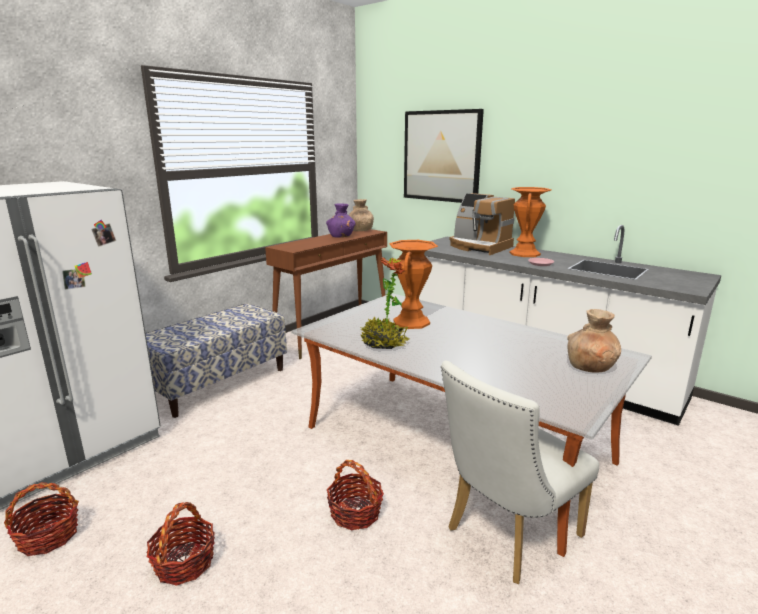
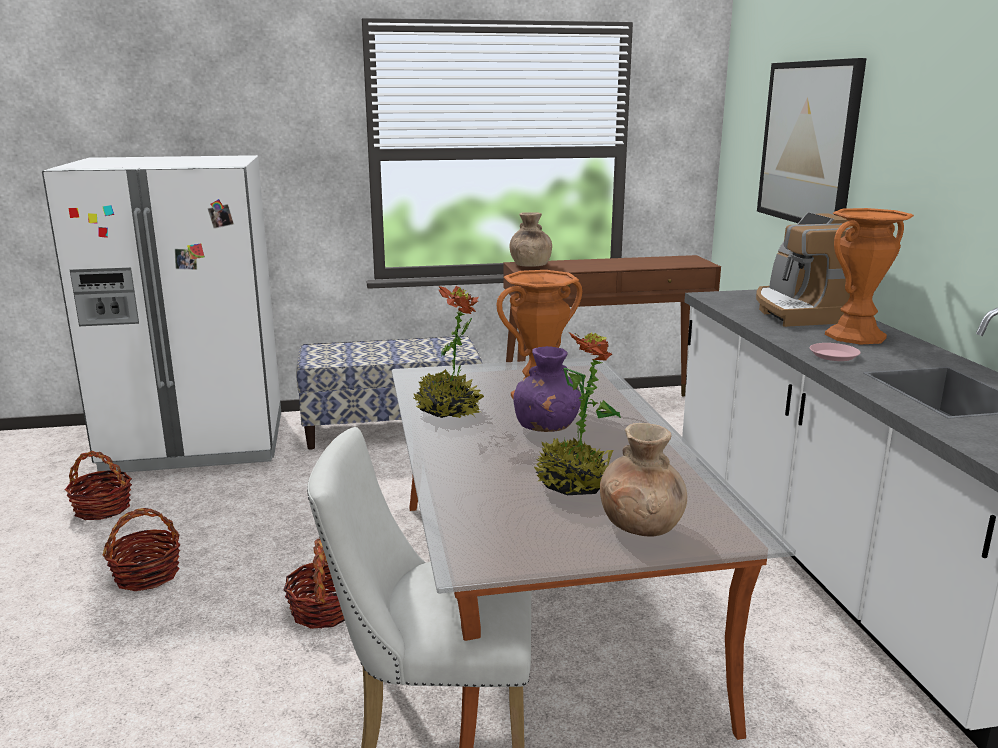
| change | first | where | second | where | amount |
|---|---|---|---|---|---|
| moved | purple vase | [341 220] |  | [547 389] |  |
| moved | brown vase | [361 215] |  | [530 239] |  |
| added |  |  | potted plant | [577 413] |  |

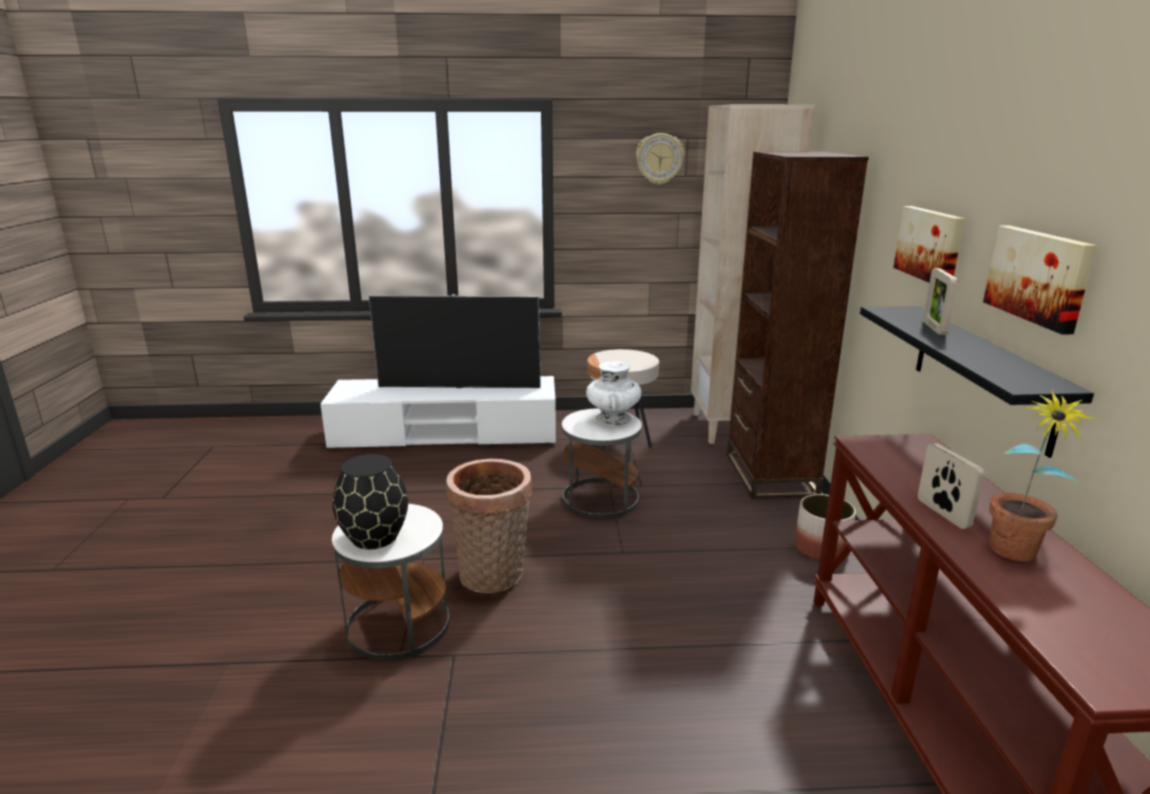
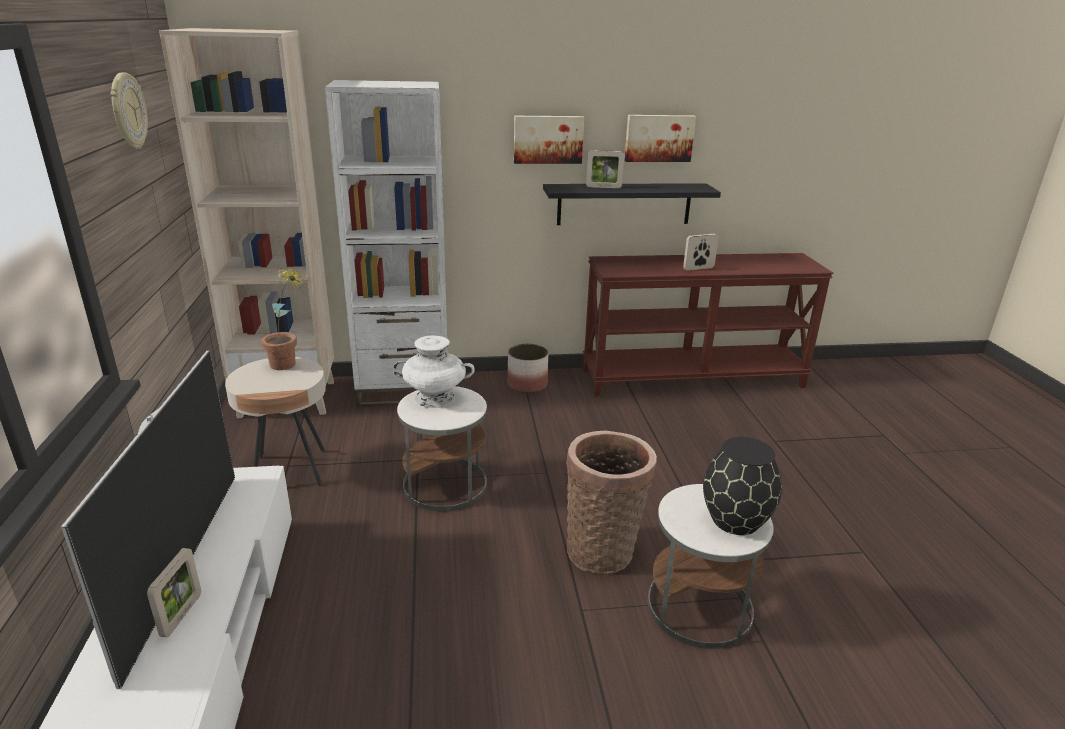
| change | first | where | second | where | amount |
|---|---|---|---|---|---|
| recoloured | brown bookcase | [798 325] | white bookcase | [386 243] |  |
| moved | potted plant | [1042 475] |  | [284 318] |  |
| added |  |  | picture frame | [174 592] |  |

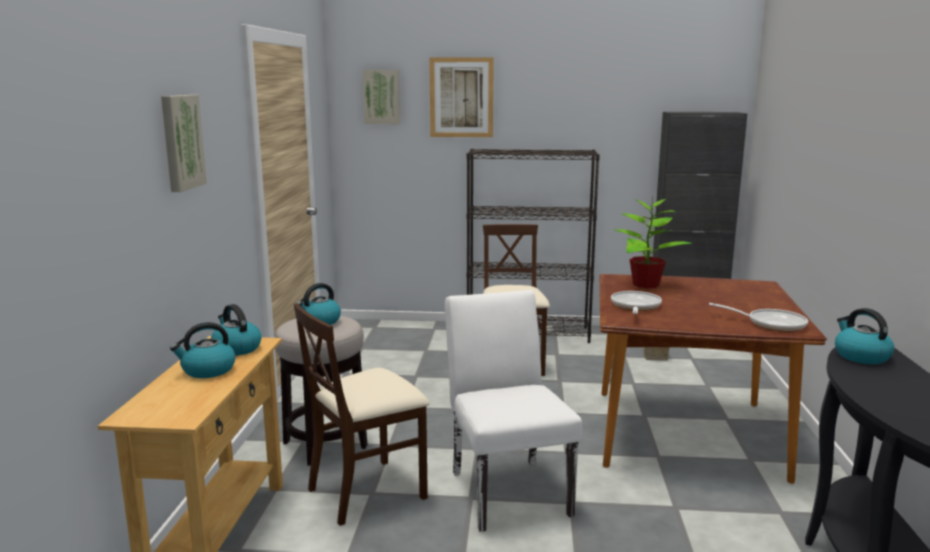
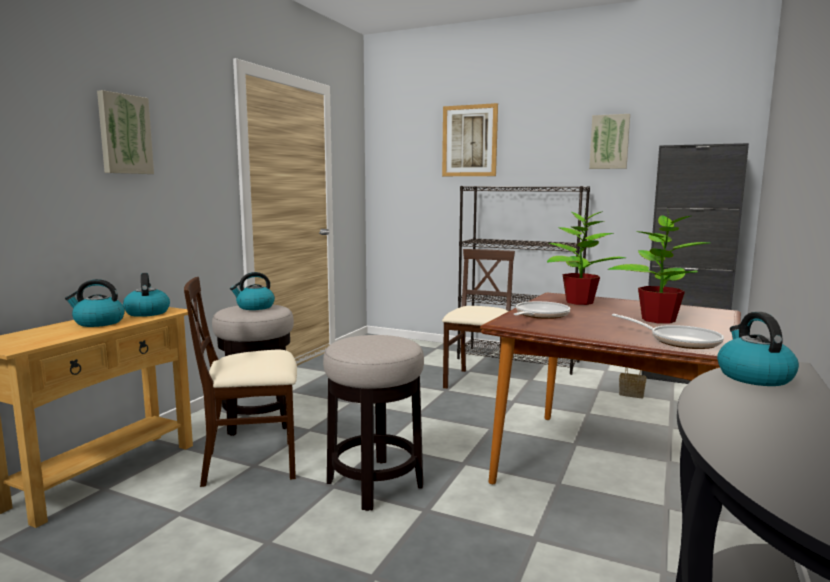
| change | first | where | second | where | amount |
|---|---|---|---|---|---|
| moved | picture | [381 97] |  | [609 141] |  |
| replaced | white chair | [513 411] | stool | [373 423] |  |
| added |  |  | potted plant | [658 266] |  |

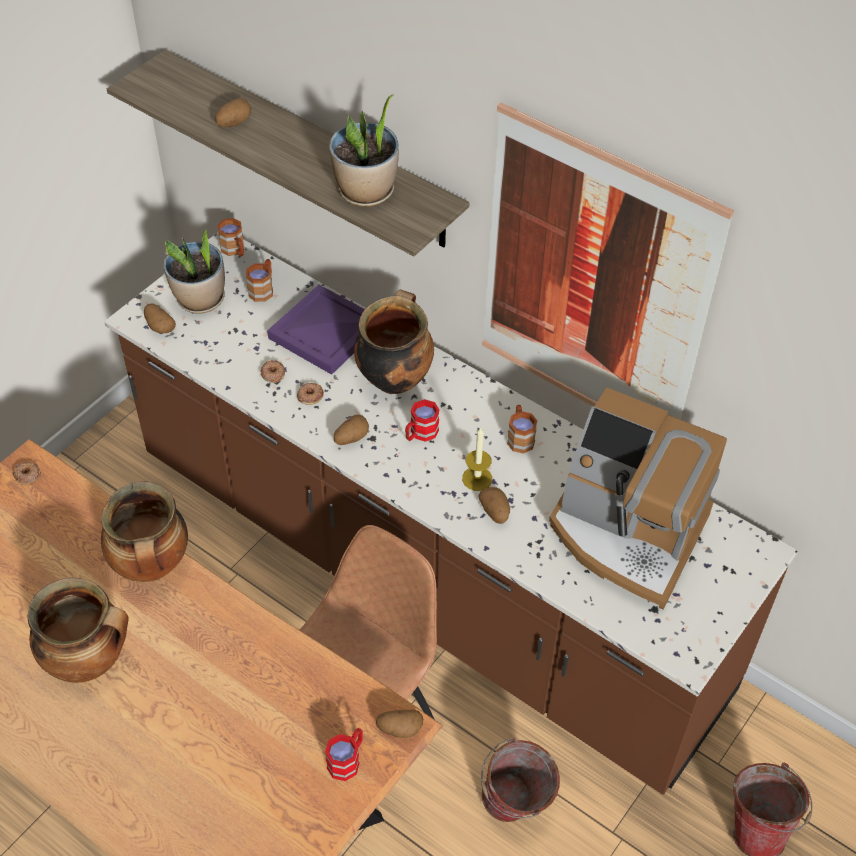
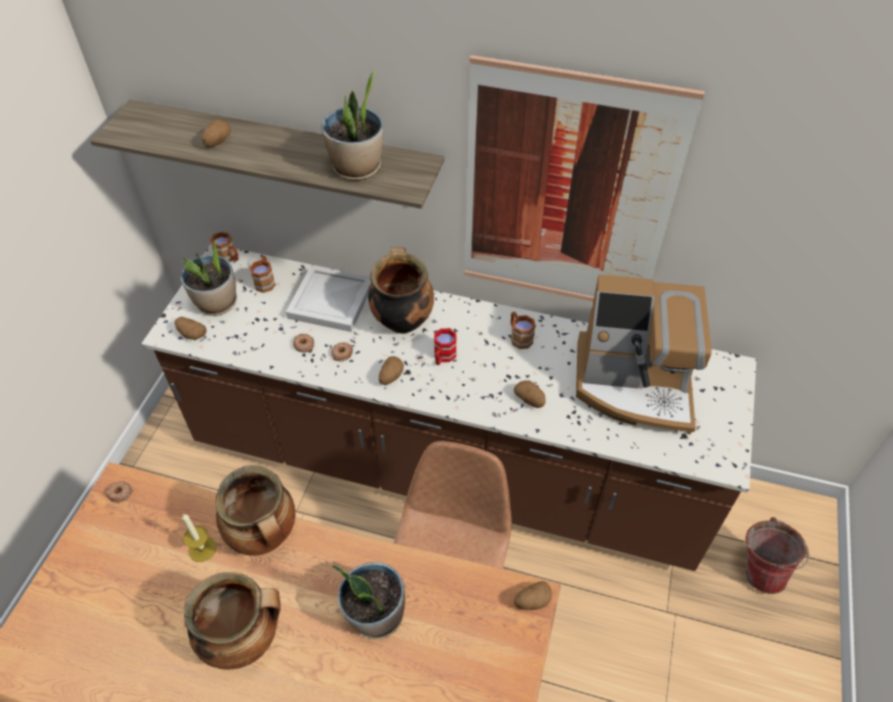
| change | first | where | second | where | amount |
|---|---|---|---|---|---|
| recoloured | purple tray | [316 330] | white tray | [328 298] |  |
| removed | red mug | [344 754] |  |  |  |
| moved | candle | [477 459] |  | [199 537] |  |
| removed | bucket | [520 780] |  |  |  |
| added |  |  | potted plant | [368 600] |  |

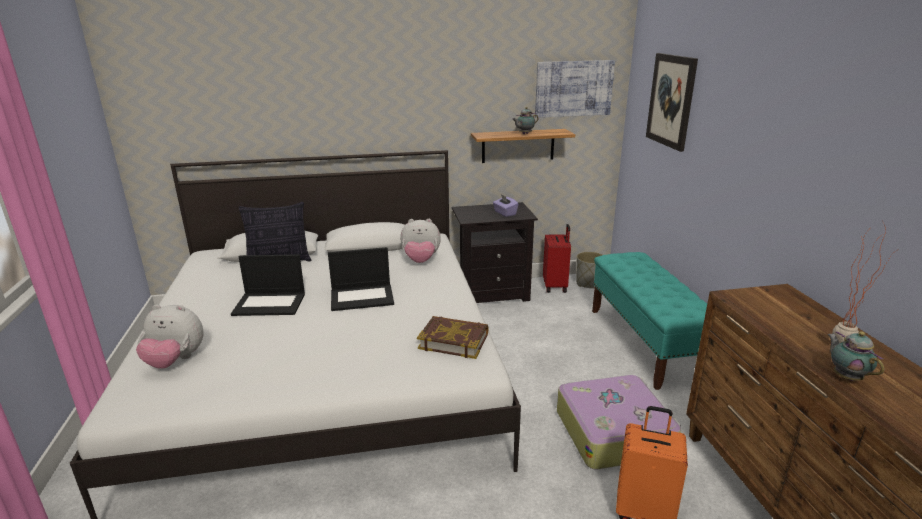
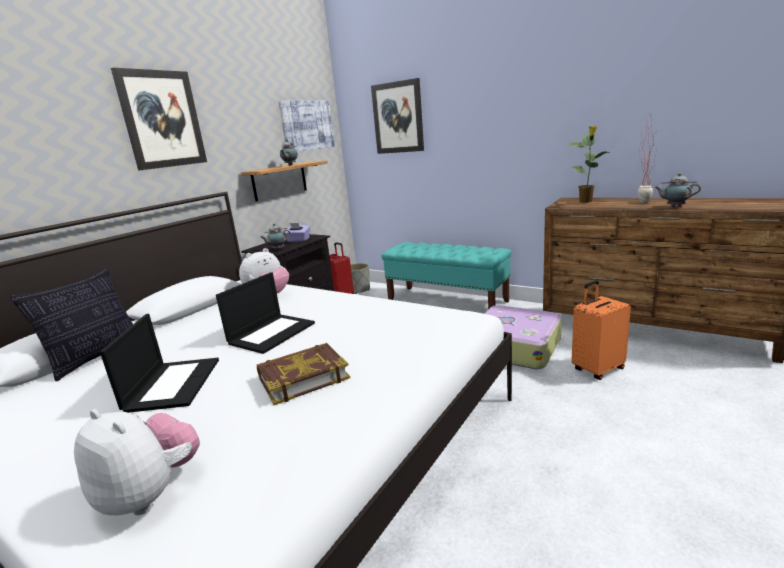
| change | first | where | second | where | amount |
|---|---|---|---|---|---|
| turned | plush toy | [170 337] |  | [137 462] | 105 degrees counterclockwise |
| turned | laptop | [268 285] |  | [159 363] | 45 degrees counterclockwise |
| moved | book | [453 337] |  | [303 374] |  |
| added |  |  | picture | [159 119] |  |
| added |  |  | teapot | [275 236] |  |
| added |  |  | potted plant | [589 164] |  |

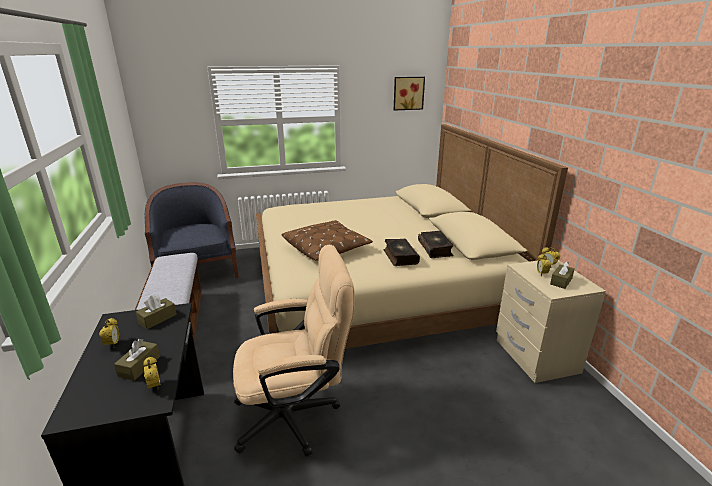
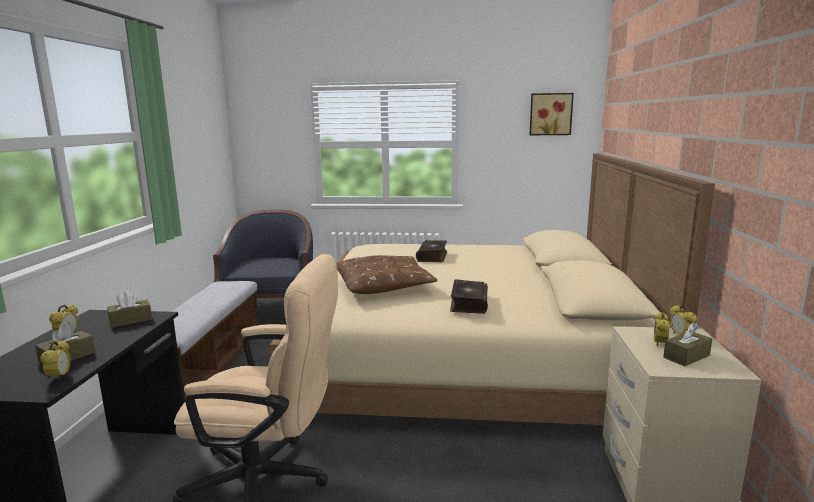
| change | first | where | second | where | amount |
|---|---|---|---|---|---|
| moved | book | [436 244] |  | [431 251] |  |

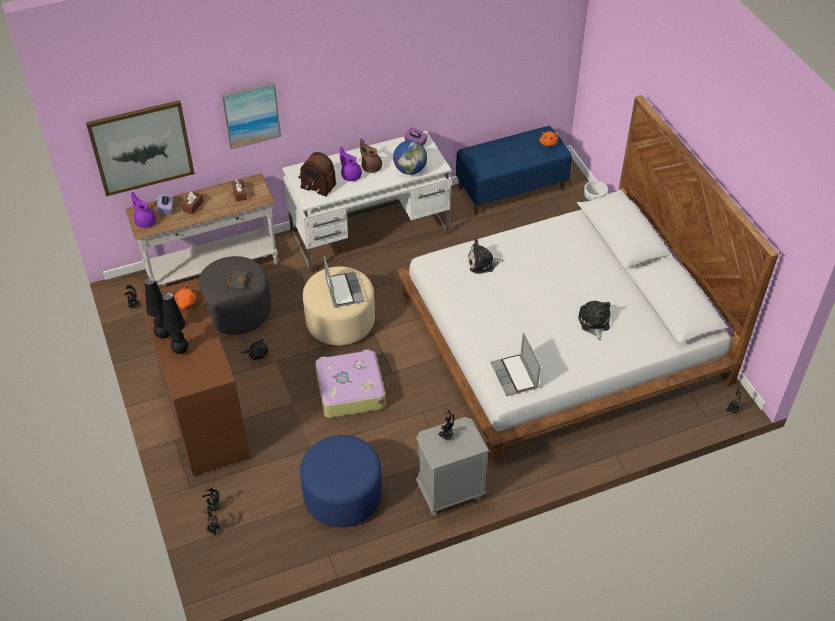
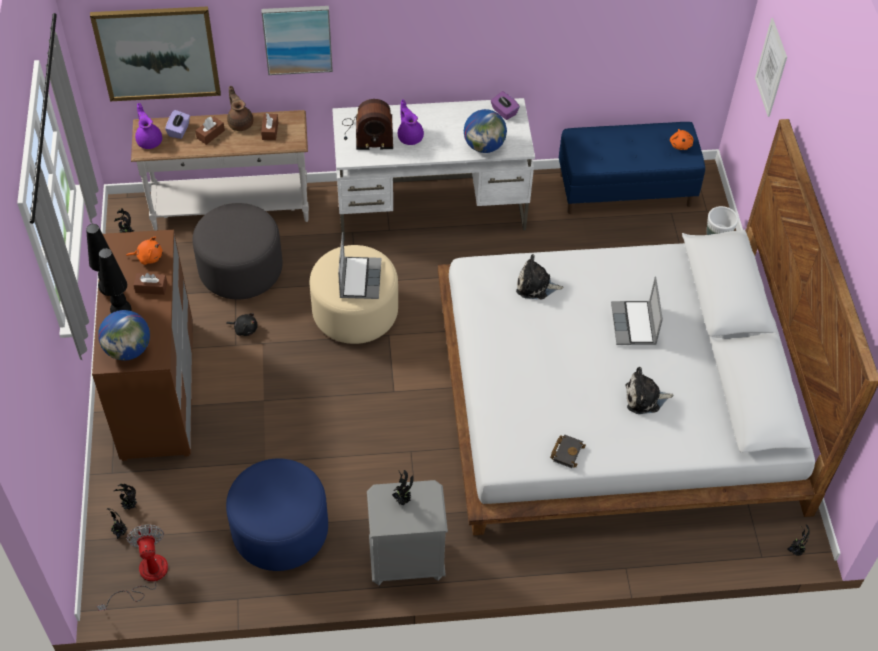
| change | first | where | second | where | amount |
|---|---|---|---|---|---|
| moved | black book | [238 281] |  | [568 451] |  |
| turned | radio | [317 174] |  | [367 124] | 45 degrees counterclockwise |
| removed | suitcase | [350 383] |  |  |  |
| moved | brown teapot | [371 156] |  | [240 108] |  |
| moved | laptop | [515 364] |  | [637 311] |  |
| turned | plush toy | [594 320] |  | [649 390] | 105 degrees counterclockwise |
| added |  |  | fan | [132 567] |  |
| added |  |  | globe | [124 335] |  |
| added |  |  | brown tissue box | [150 284] |  |
| added |  |  | picture | [771 67] |  |

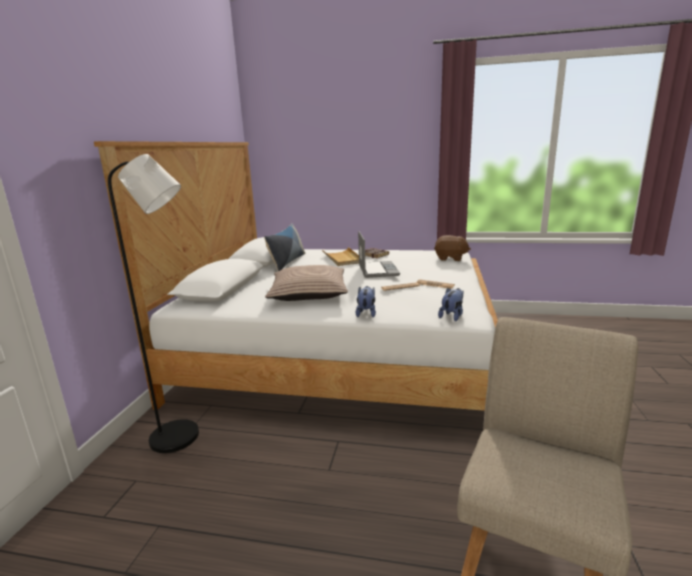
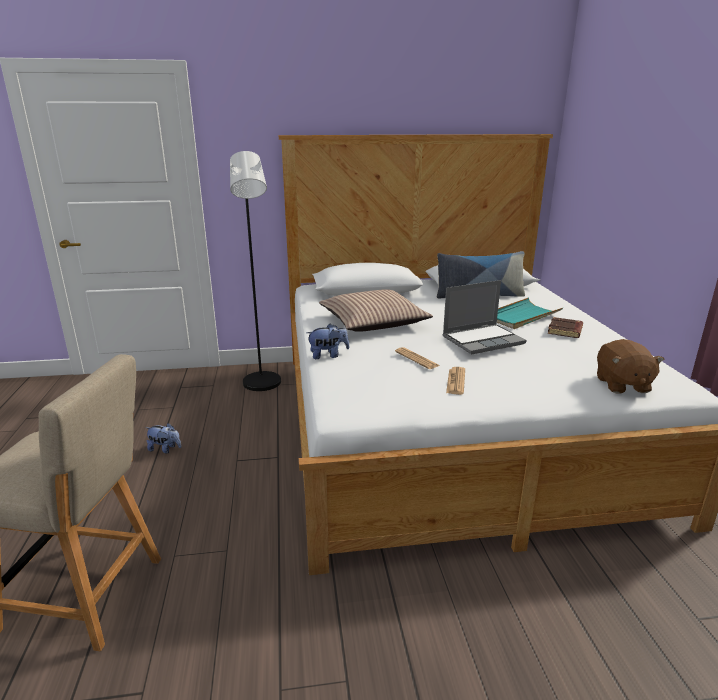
| change | first | where | second | where | amount |
|---|---|---|---|---|---|
| recoloured | beige tray | [340 256] | turquoise tray | [530 313] |  |
| moved | plush toy | [450 304] |  | [163 438] |  |

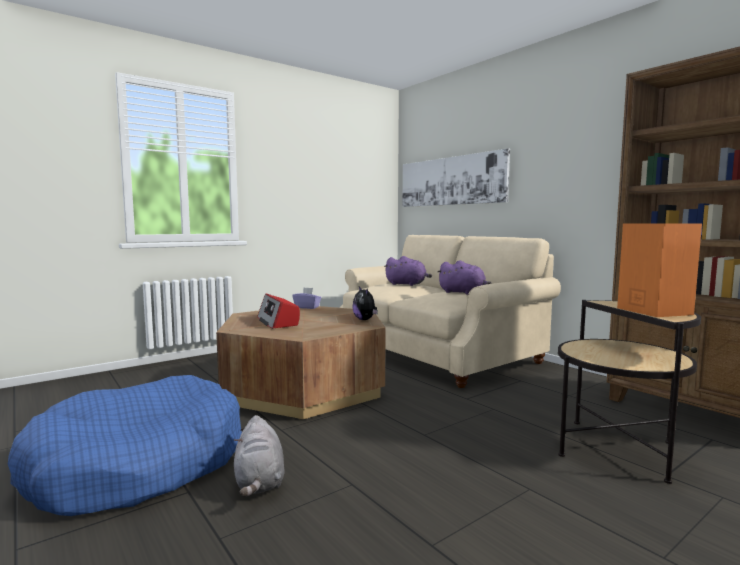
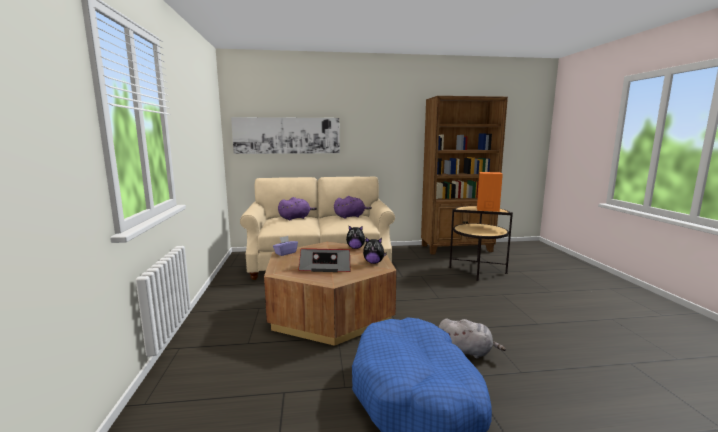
| change | first | where | second | where | amount |
|---|---|---|---|---|---|
| added |  |  | plush toy | [375 251] |  |

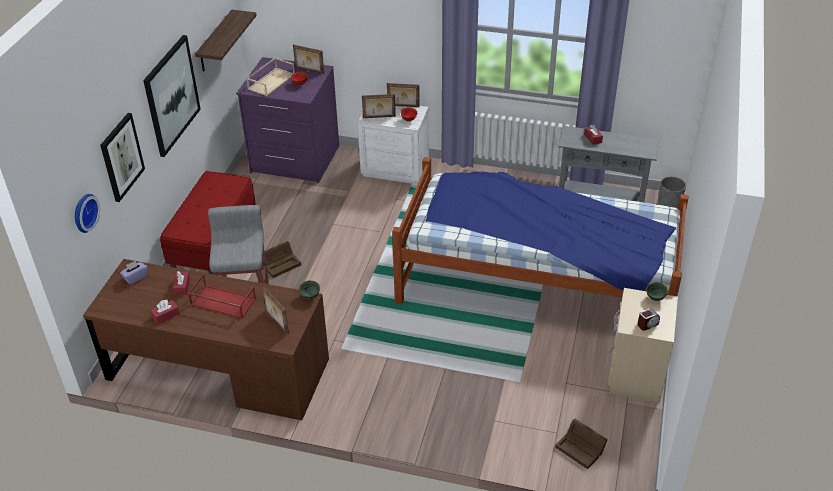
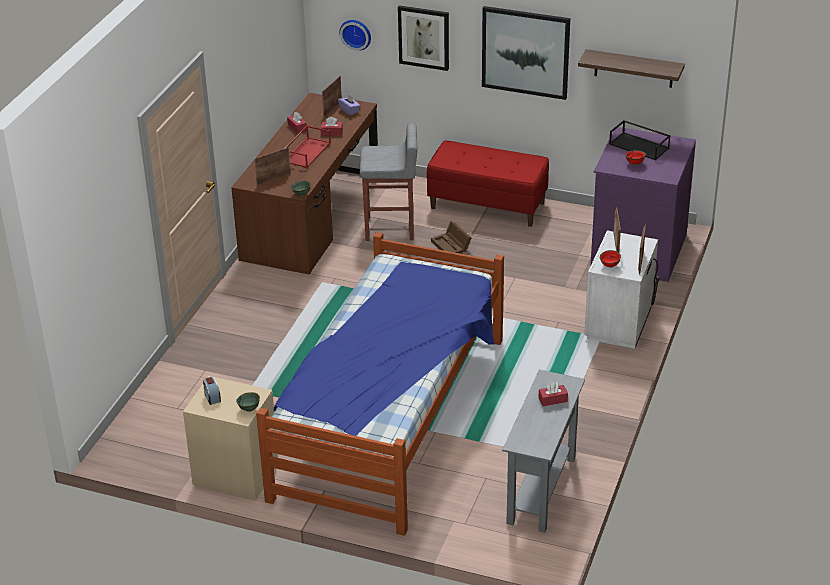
| change | first | where | second | where | amount |
|---|---|---|---|---|---|
| recoloured | beige tray | [270 76] | black tray | [640 140] |  |
| moved | picture frame | [308 59] |  | [332 96] |  |
| removed | brown storage box | [581 444] |  |  |  |
| removed | grey planter | [672 192] |  |  |  |

